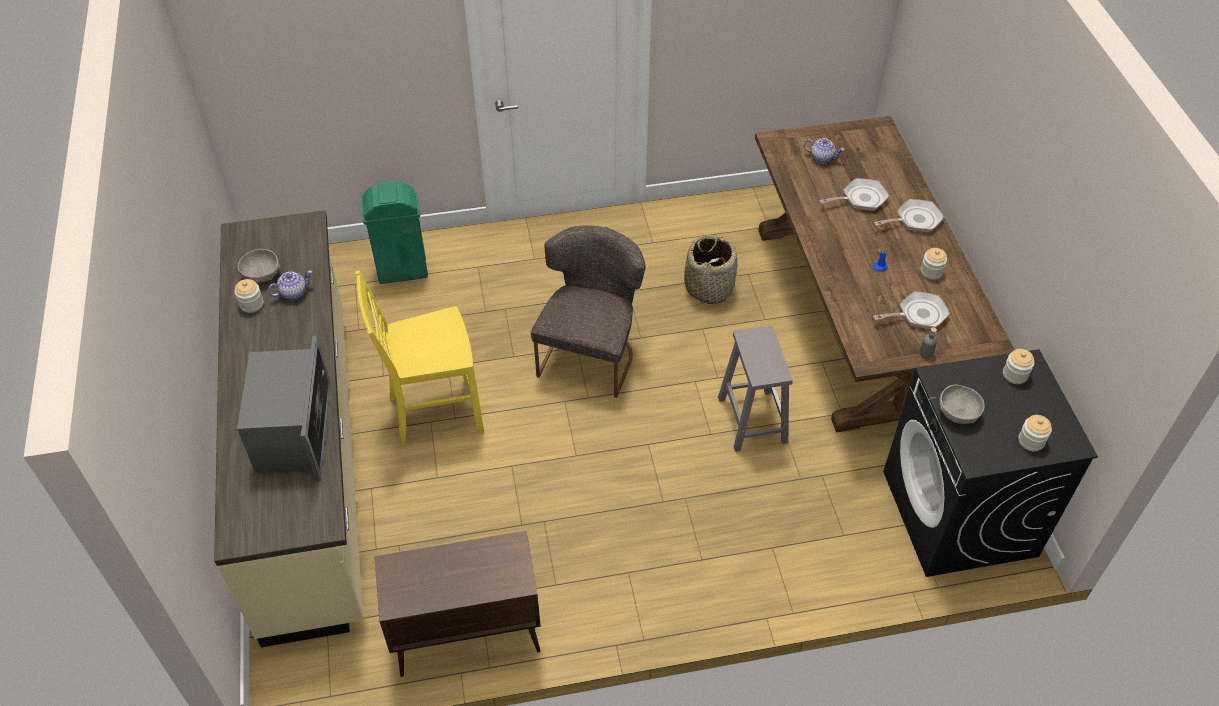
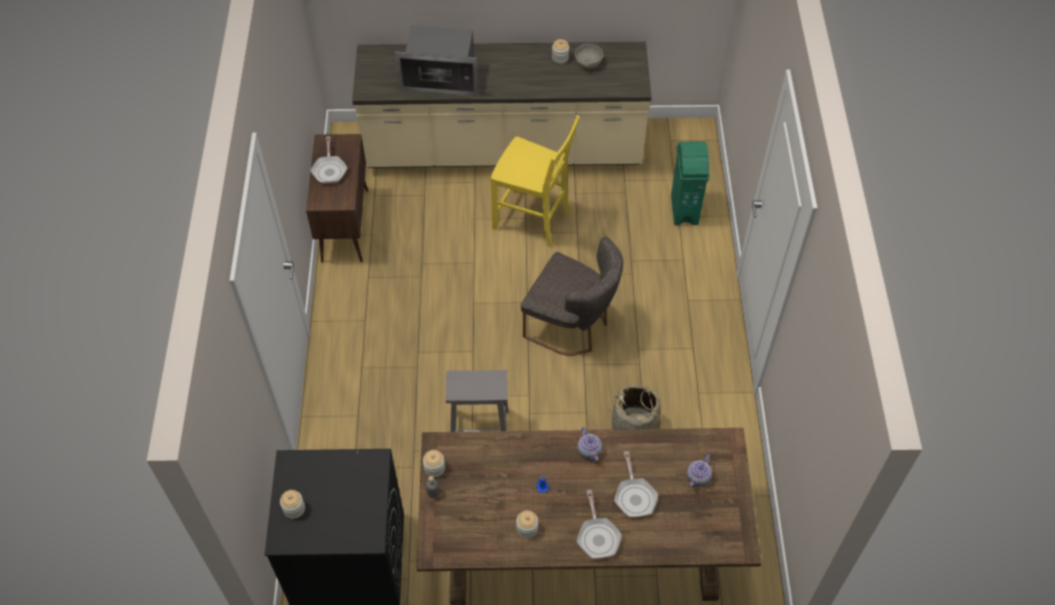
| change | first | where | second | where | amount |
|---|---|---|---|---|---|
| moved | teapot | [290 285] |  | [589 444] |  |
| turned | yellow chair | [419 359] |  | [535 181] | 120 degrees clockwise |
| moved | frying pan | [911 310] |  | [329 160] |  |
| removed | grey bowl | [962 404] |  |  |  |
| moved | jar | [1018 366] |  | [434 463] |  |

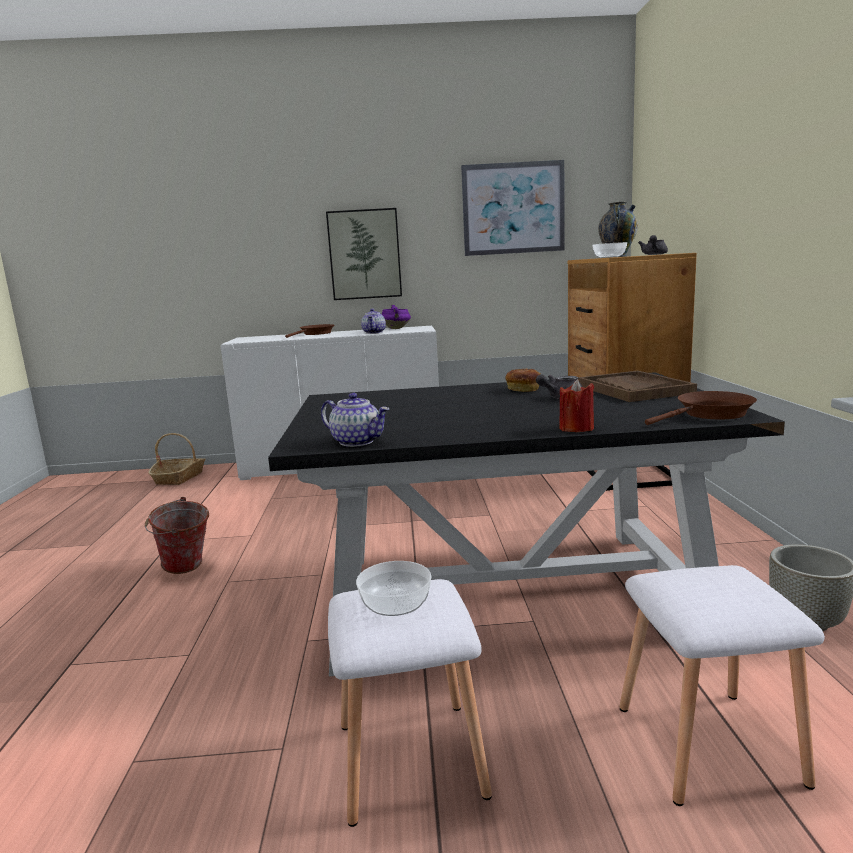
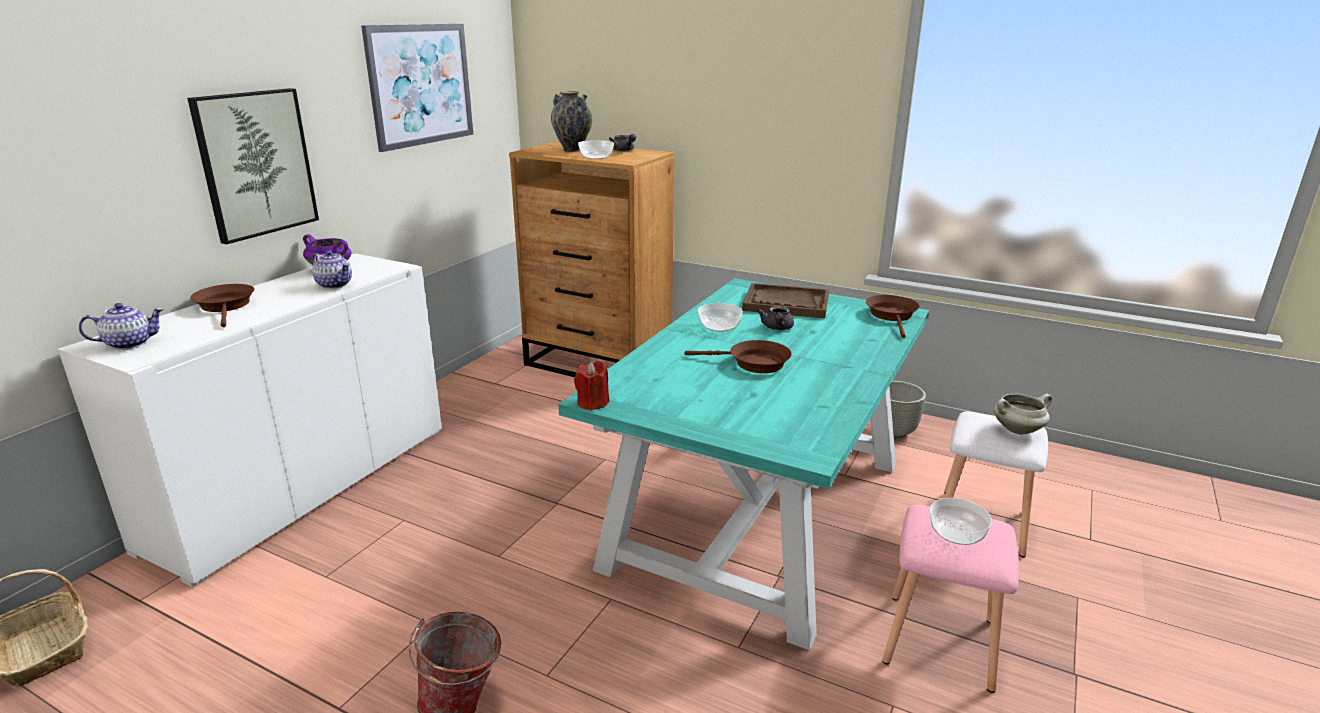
| change | first | where | second | where | amount |
|---|---|---|---|---|---|
| recoloured | black dining table | [526 524] | turquoise dining table | [743 464] |  |
| moved | teapot | [355 420] |  | [121 326] |  |
| recoloured | white stool | [410 703] | pink stool | [950 599] |  |
| replaced | bread | [523 380] | bowl | [720 317] |  |
| moved | red candle | [576 405] |  | [591 385] |  |
| added |  |  | brown frying pan | [738 356] |  |
| added |  |  | white cooking pot | [1023 414] |  |

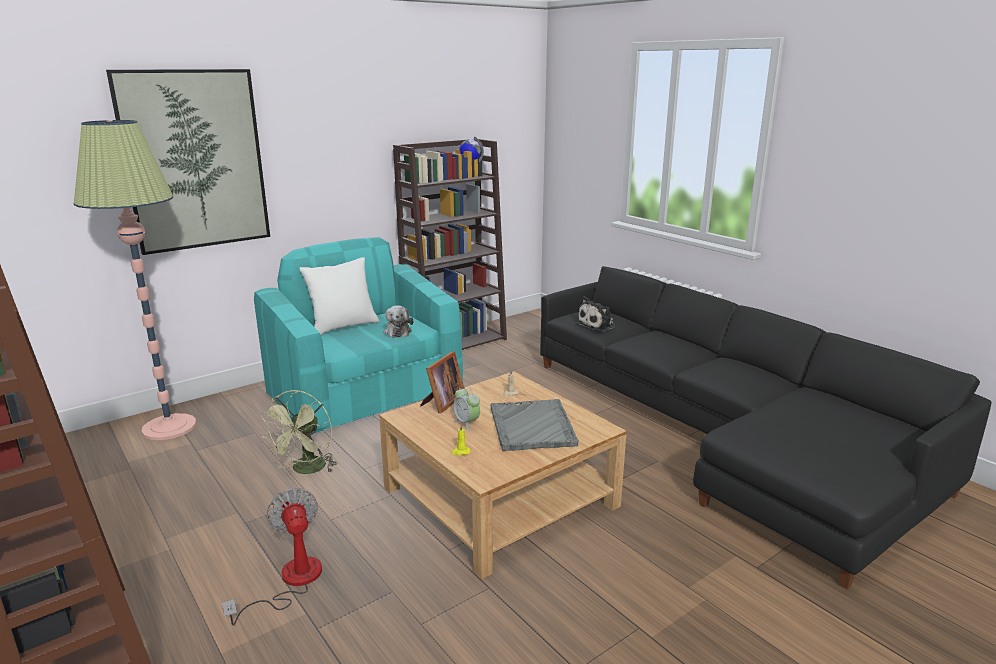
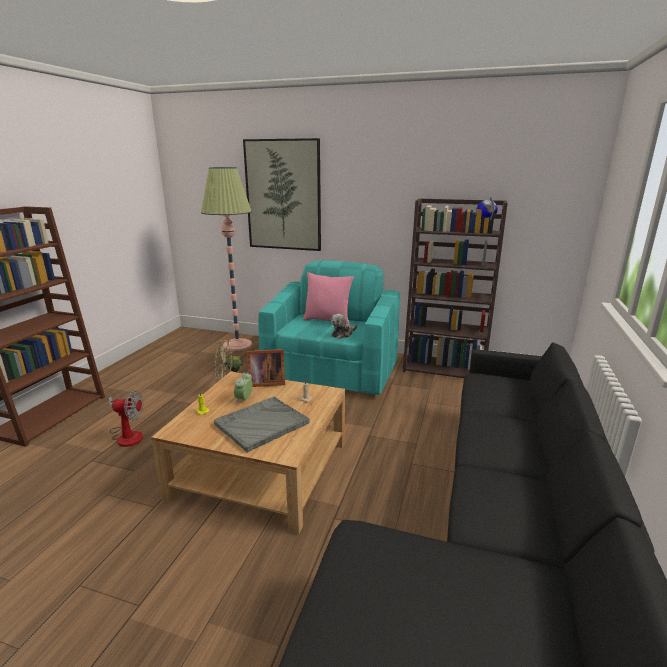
| change | first | where | second | where | amount |
|---|---|---|---|---|---|
| turned | fan | [272 556] |  | [125 418] | 60 degrees clockwise |
| recoloured | white pillow | [339 296] | pink pillow | [328 298] |  |
| removed | plush toy | [595 313] |  |  |  |

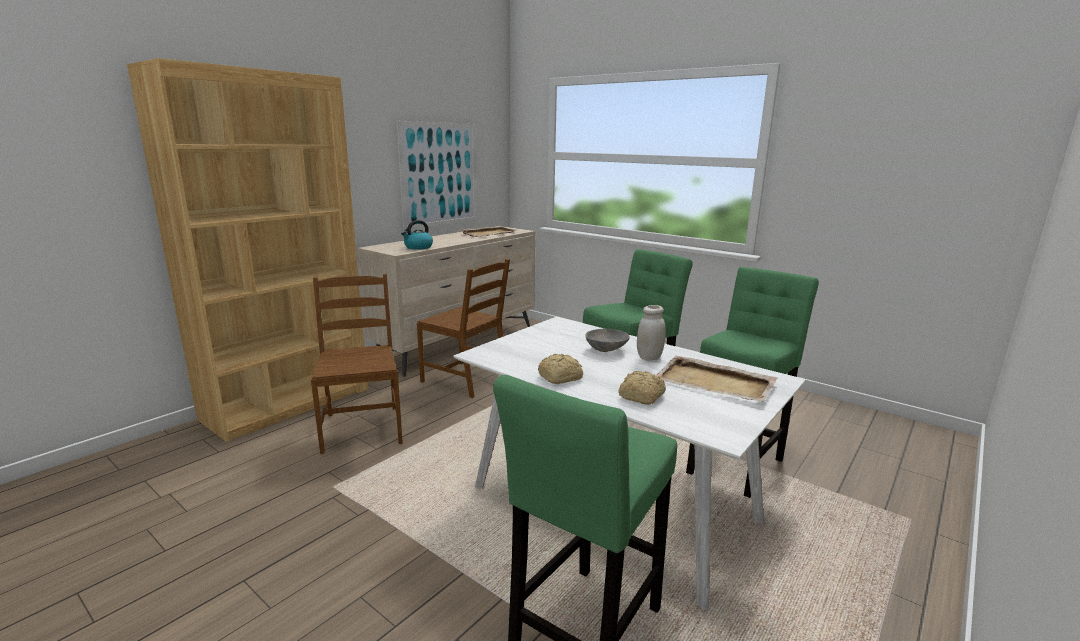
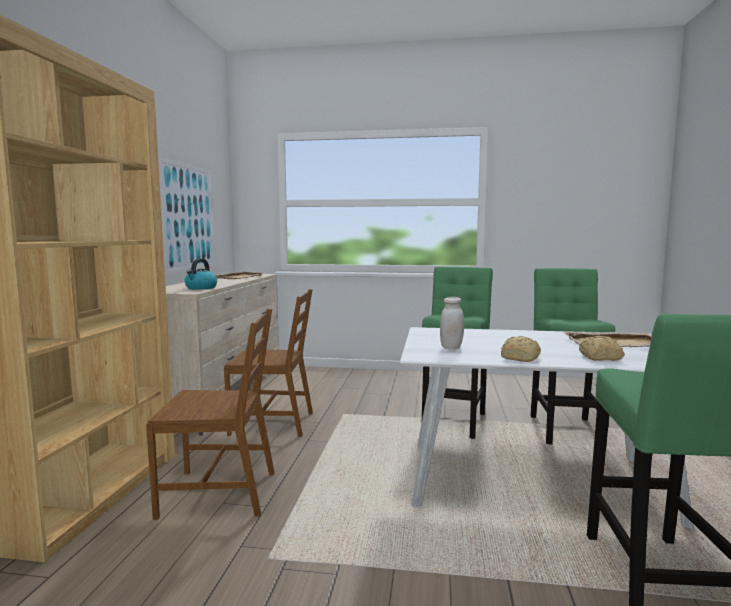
| change | first | where | second | where | amount |
|---|---|---|---|---|---|
| turned | brown chair | [357 364] |  | [210 414] | 135 degrees clockwise |
| removed | grey bowl | [607 340] |  |  |  |
| moved | white jar | [651 333] |  | [452 323] |  |

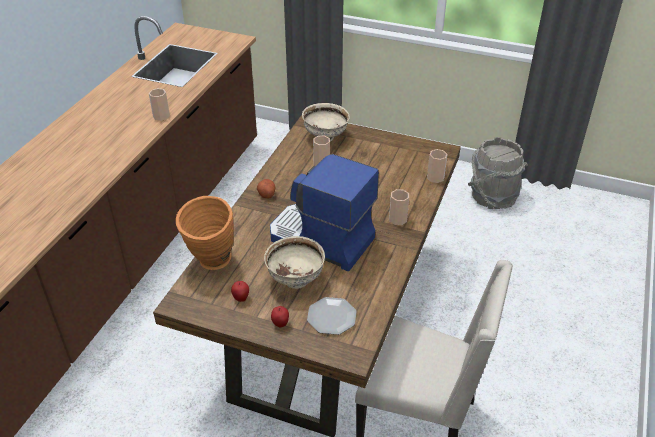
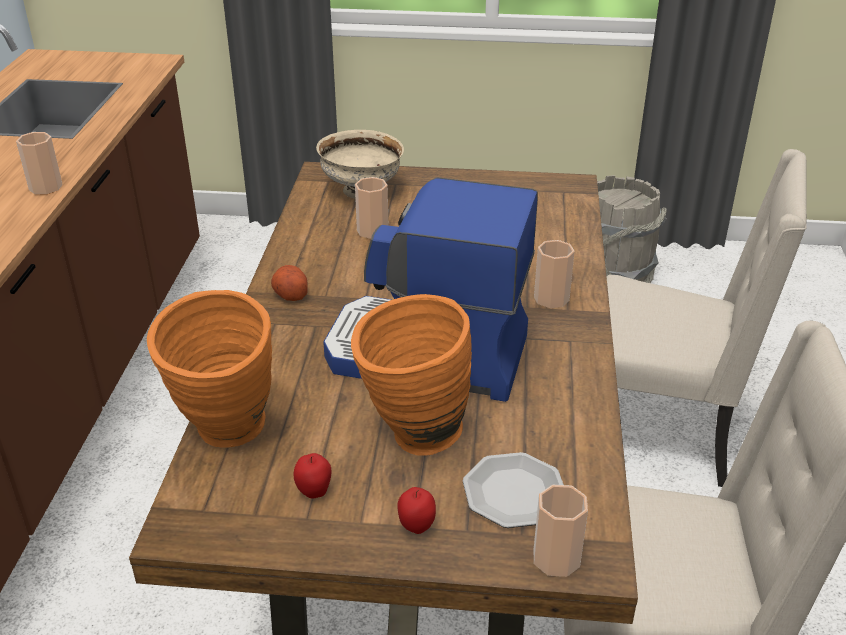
| change | first | where | second | where | amount |
|---|---|---|---|---|---|
| replaced | beige bowl | [294 262] | orange vase | [411 375] |  |
| moved | cup | [437 166] |  | [561 531] |  |
| added |  |  | beige chair | [706 318] |  |

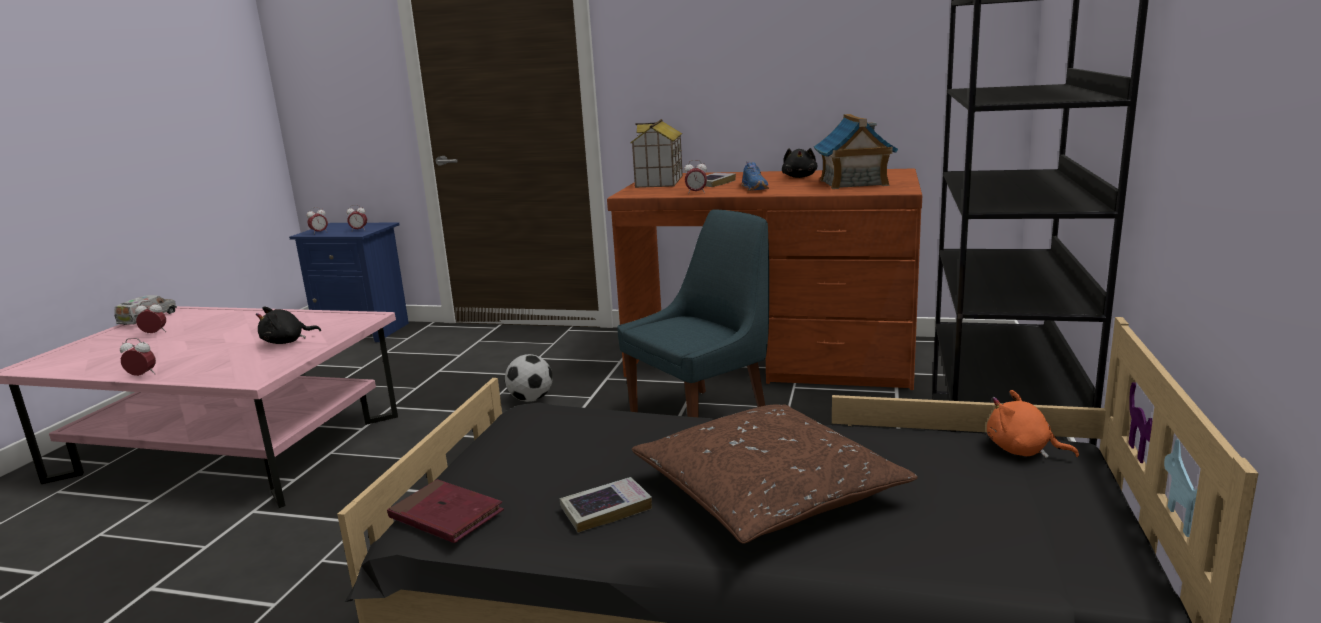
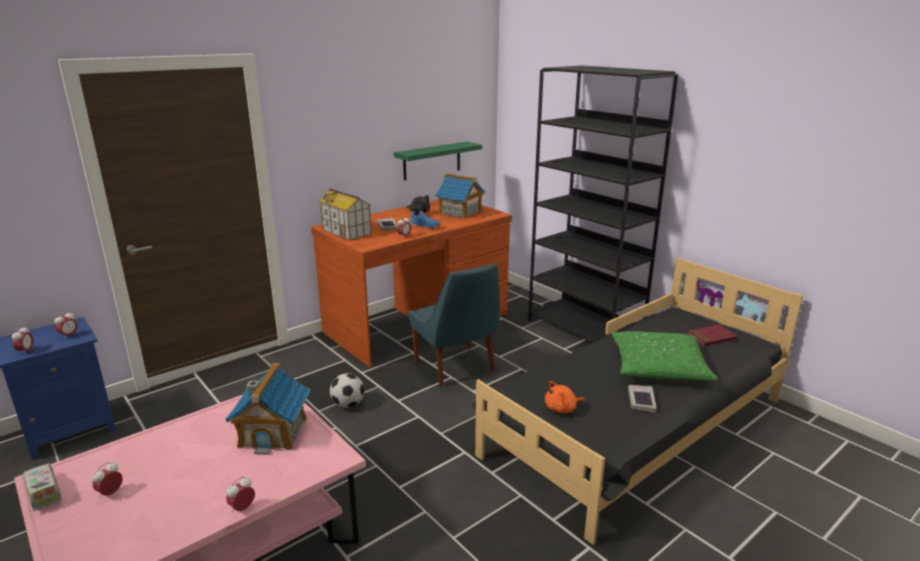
| change | first | where | second | where | amount |
|---|---|---|---|---|---|
| replaced | black plush toy | [288 325] | toy house | [268 409] |  |
| moved | red book | [445 511] |  | [712 335] |  |
| turned | blue chair | [693 313] |  | [454 325] | 150 degrees clockwise |
| recoloured | brown pillow | [775 474] | green pillow | [664 356] |  |
| moved | orange plush toy | [1033 424] |  | [565 397] |  |
| added |  |  | green shelf | [438 161] |  |

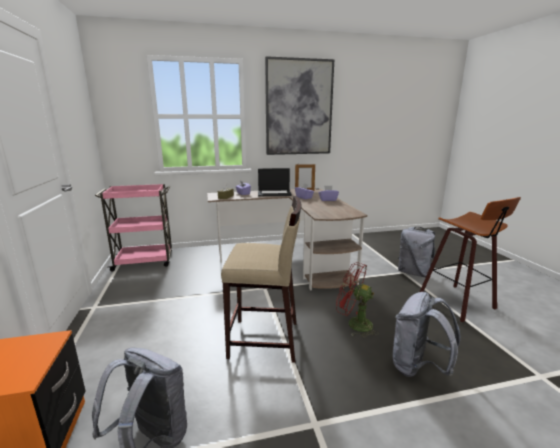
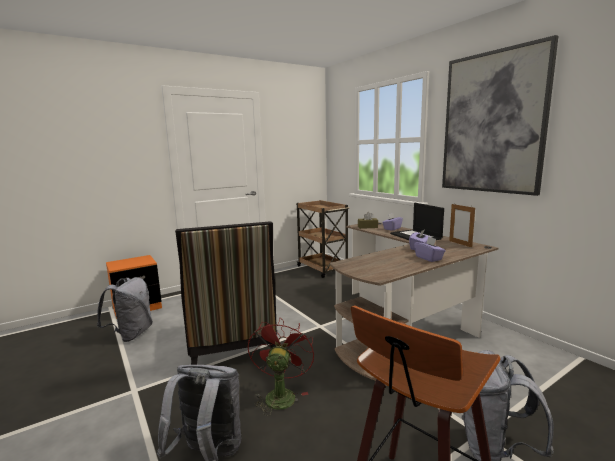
| change | first | where | second | where | amount |
|---|---|---|---|---|---|
| recoloured | pink cart | [133 228] | brown cart | [322 239] |  |
| replaced | beige stool | [261 279] | chair | [226 293] |  |

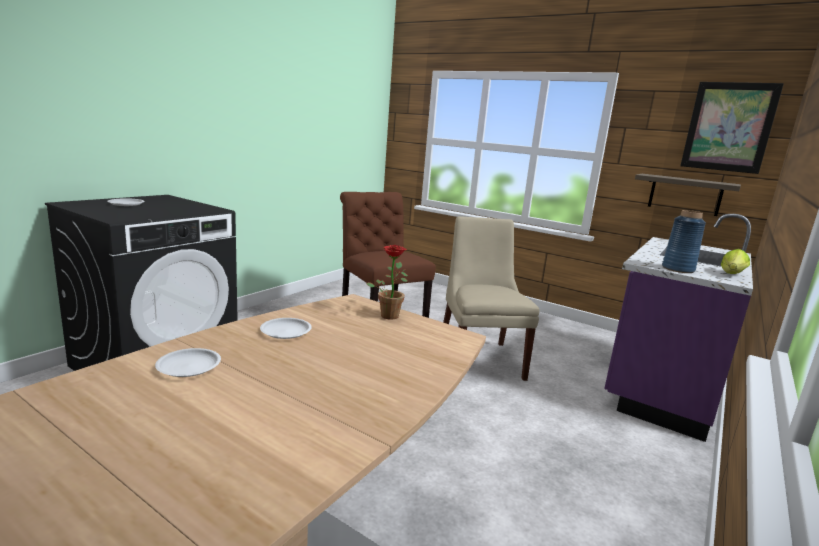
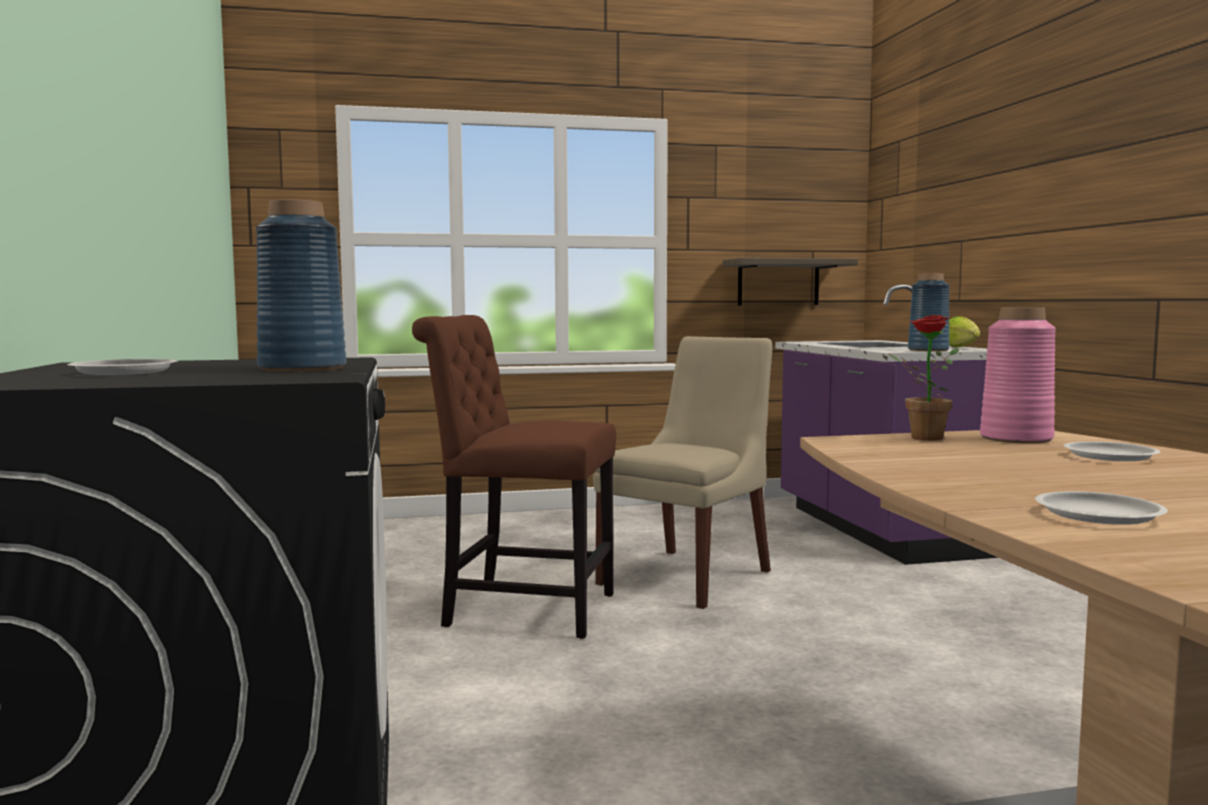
| change | first | where | second | where | amount |
|---|---|---|---|---|---|
| moved | white plate | [286 328] |  | [1111 451] |  |
| turned | beige chair | [491 298] |  | [683 472] | 90 degrees clockwise |
| removed | picture | [732 128] |  |  |  |
| added |  |  | blue vase | [301 286] |  |
| added |  |  | pink vase | [1018 375] |  |

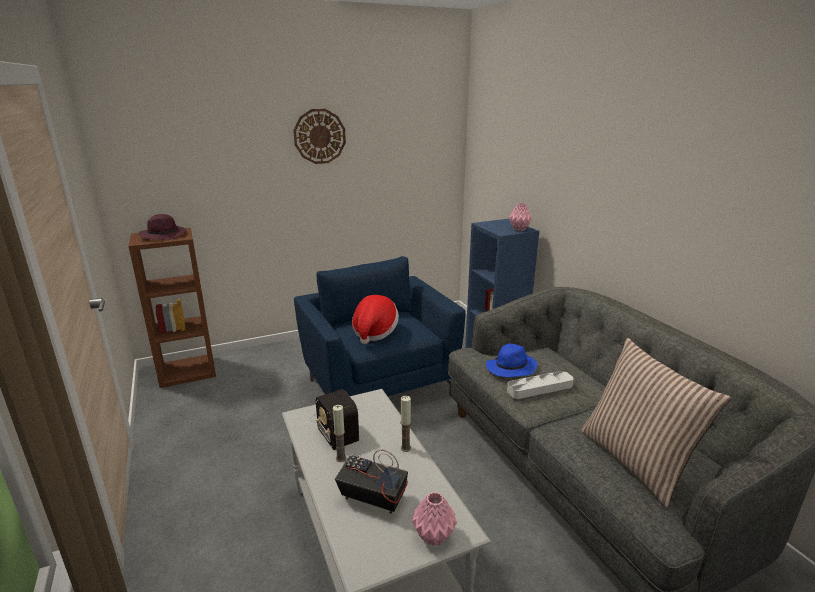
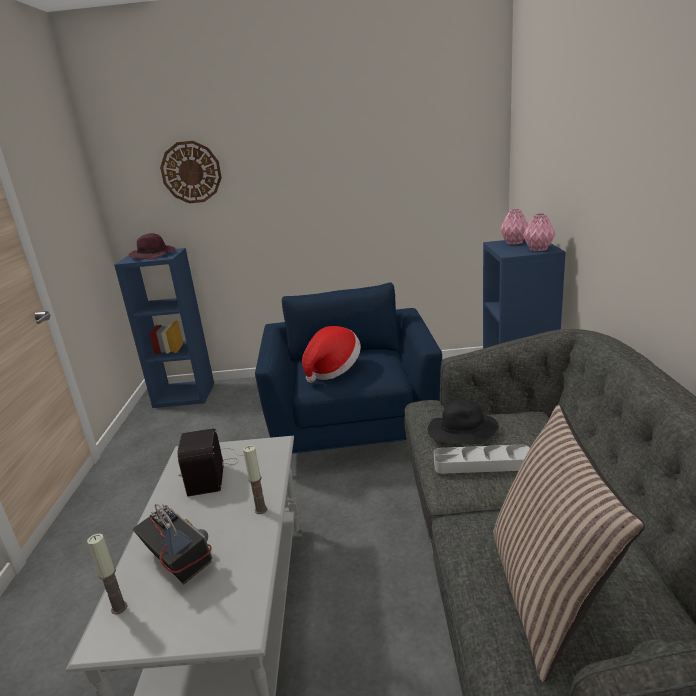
| change | first | where | second | where | amount |
|---|---|---|---|---|---|
| recoloured | brown bookcase | [172 308] | blue bookcase | [164 328] |  |
| moved | wall clock | [319 136] |  | [191 172] |  |
| moved | candle | [339 433] |  | [107 574] |  |
| moved | pink vase | [434 519] |  | [514 227] |  |
| recoloured | blue hat | [511 360] | black hat | [463 421] |  |

